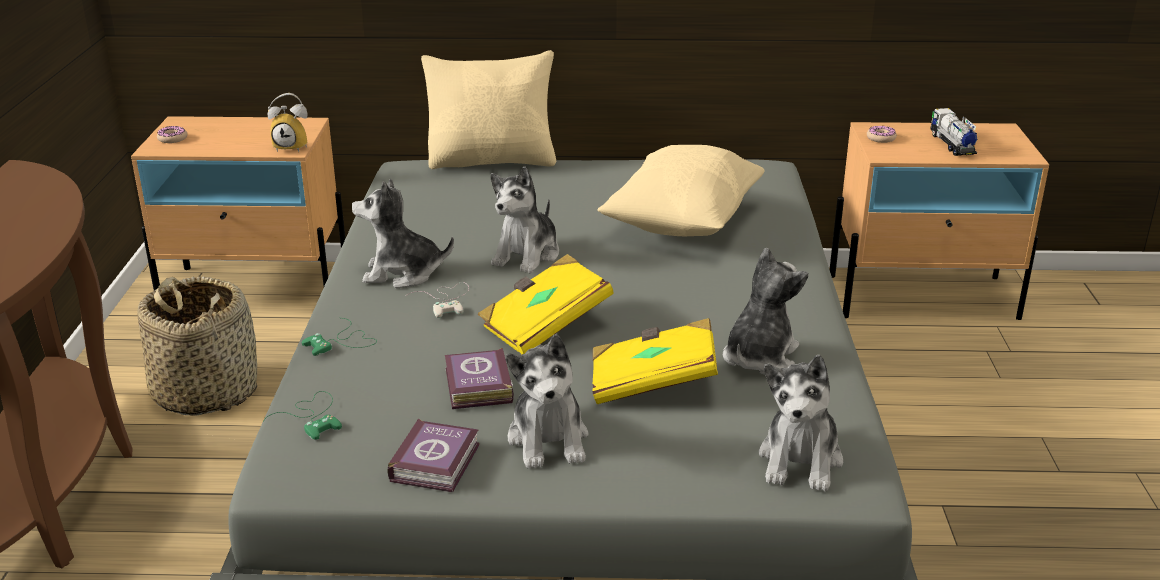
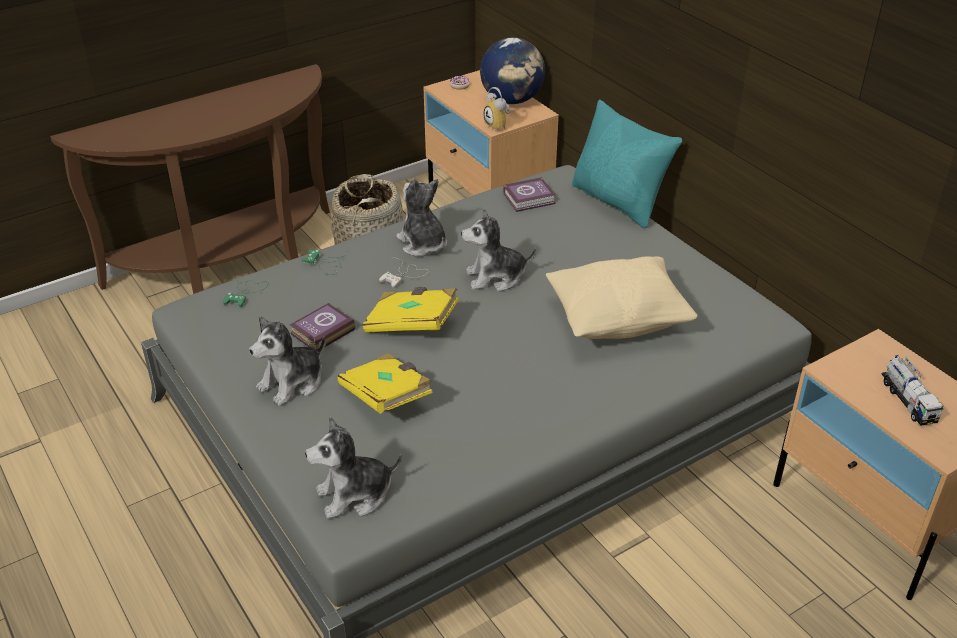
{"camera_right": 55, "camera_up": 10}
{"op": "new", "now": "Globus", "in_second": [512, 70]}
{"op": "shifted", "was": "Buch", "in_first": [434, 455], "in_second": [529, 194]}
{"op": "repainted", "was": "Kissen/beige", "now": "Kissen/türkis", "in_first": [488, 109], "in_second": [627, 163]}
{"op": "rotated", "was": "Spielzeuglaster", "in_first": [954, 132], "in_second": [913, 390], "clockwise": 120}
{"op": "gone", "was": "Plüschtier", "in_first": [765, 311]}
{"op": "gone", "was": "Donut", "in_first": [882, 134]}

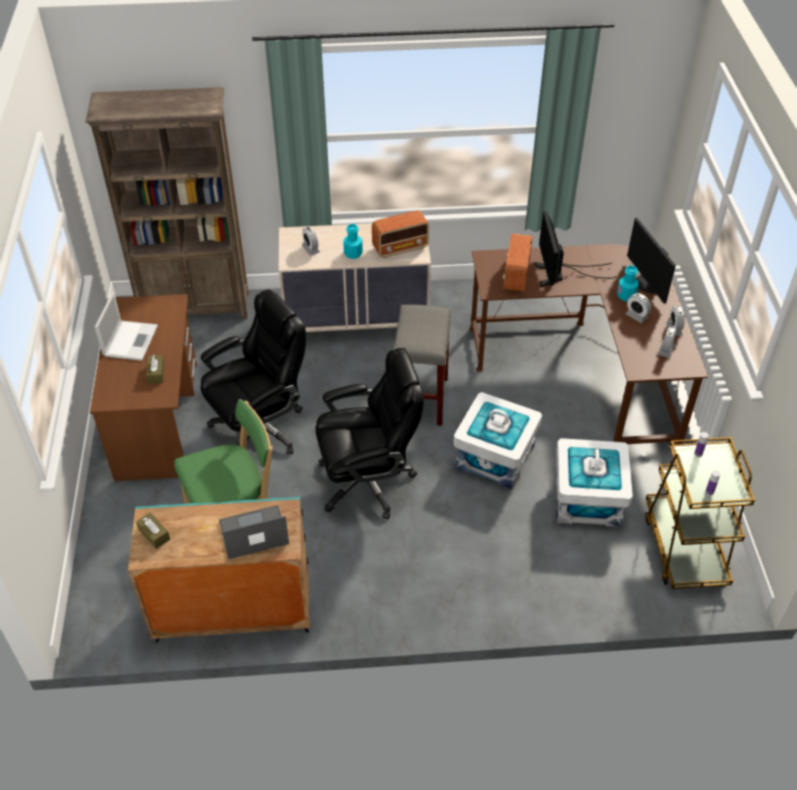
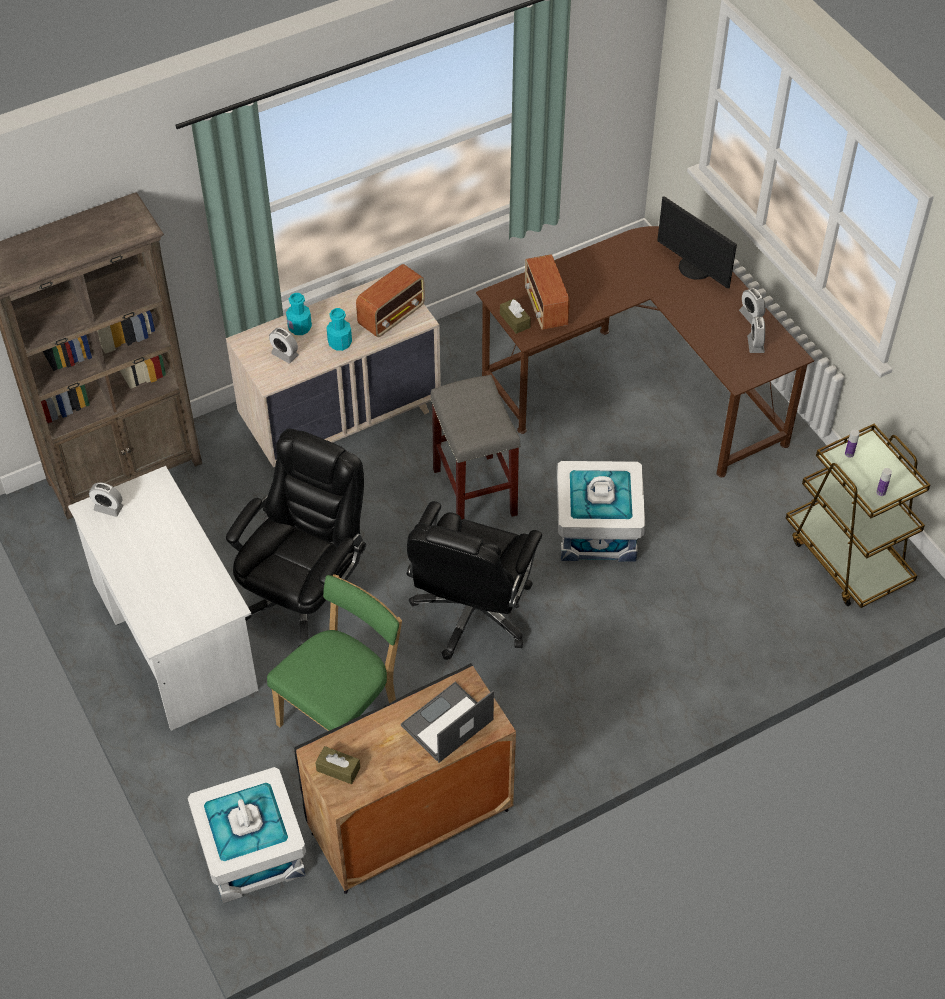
{"camera_right": -25, "camera_up": 5}
{"op": "repainted", "was": "Schreibtisch/braun", "now": "Schreibtisch/weiß", "in_first": [143, 387], "in_second": [163, 598]}
{"op": "shifted", "was": "Wecker", "in_first": [639, 308], "in_second": [106, 500]}
{"op": "shifted", "was": "Aufbewahrungsbox/weiß", "in_first": [594, 482], "in_second": [247, 835]}
{"op": "shifted", "was": "Flasche/türkis", "in_first": [628, 283], "in_second": [299, 314]}
{"op": "repainted", "was": "Schrank/türkis", "now": "Schrank/schwarz", "in_first": [219, 570], "in_second": [405, 778]}
{"op": "rotated", "was": "Bürostuhl/schwarz", "in_first": [370, 433], "in_second": [474, 580], "clockwise": 150}
{"op": "shifted", "was": "Taschentuchbox/braun", "in_first": [155, 369], "in_second": [515, 316]}
{"op": "gone", "was": "Laptop", "in_first": [126, 326]}
{"op": "gone", "was": "Monitor", "in_first": [575, 249]}

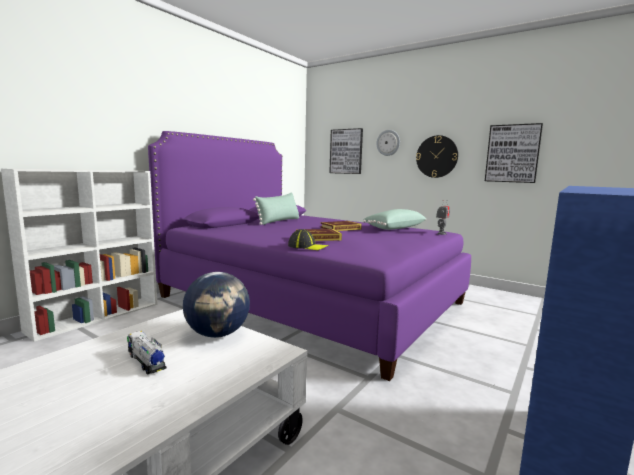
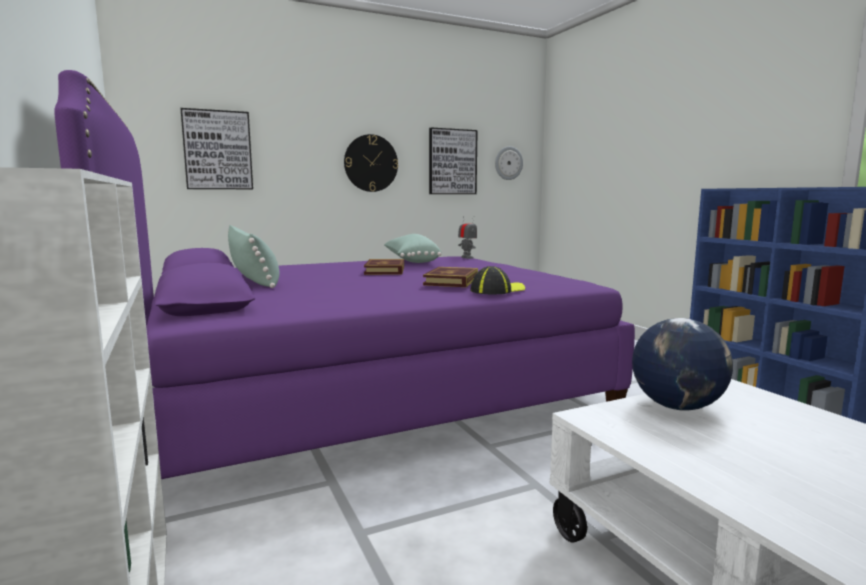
{"camera_right": -60, "camera_up": 0}
{"op": "shifted", "was": "Wanduhr", "in_first": [388, 143], "in_second": [509, 163]}
{"op": "gone", "was": "Spielzeuglaster", "in_first": [147, 353]}

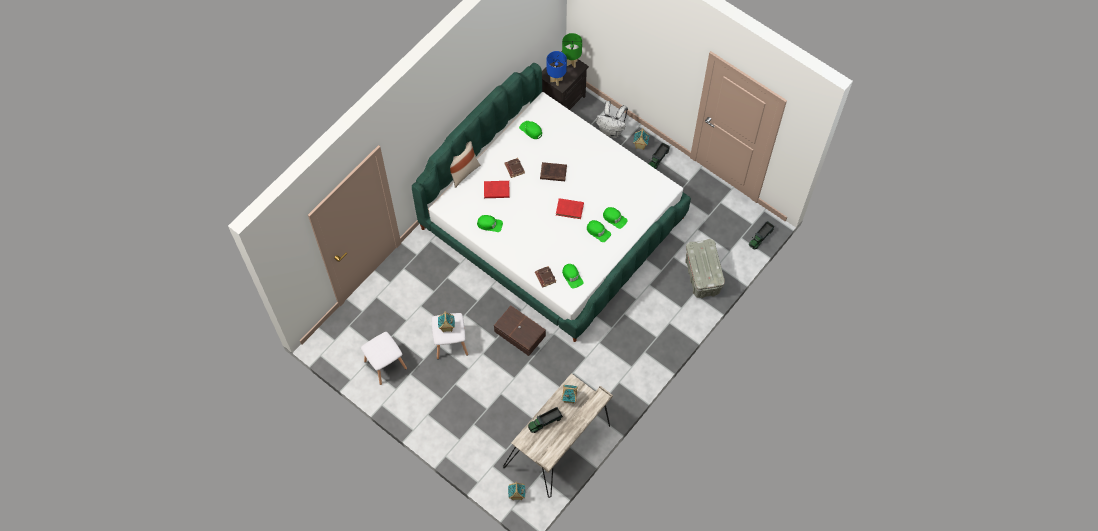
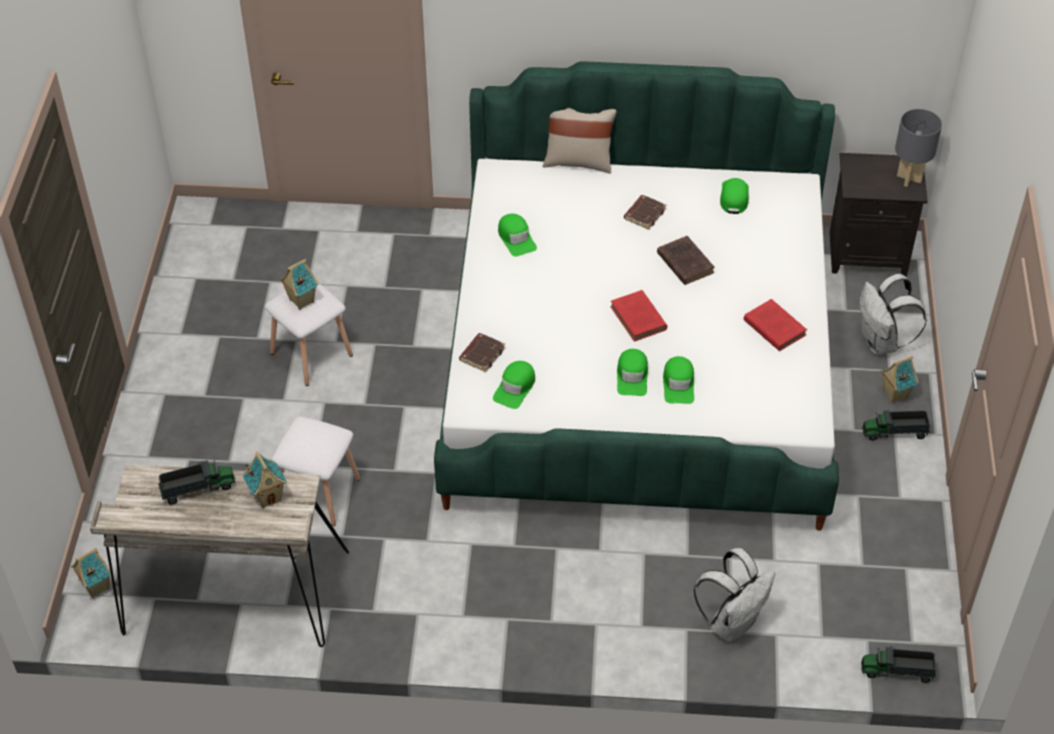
{"camera_right": 55, "camera_up": -15}
{"op": "rotated", "was": "Spielzeuglaster", "in_first": [545, 420], "in_second": [196, 482], "clockwise": 135}
{"op": "shifted", "was": "Hocker/weiß", "in_first": [384, 358], "in_second": [315, 471]}
{"op": "swapped", "was": "Aufbewahrungsbox/grau", "now": "Rucksack/weiß", "in_first": [705, 268], "in_second": [734, 595]}
{"op": "shifted", "was": "Buch/rot", "in_first": [497, 189], "in_second": [775, 325]}
{"op": "repainted", "was": "Tischlampe/grün", "now": "Tischlampe/grau", "in_first": [572, 50], "in_second": [918, 148]}
{"op": "gone", "was": "Aufbewahrungsbox/braun", "in_first": [520, 331]}
{"op": "gone", "was": "Tischlampe/blau", "in_first": [557, 68]}

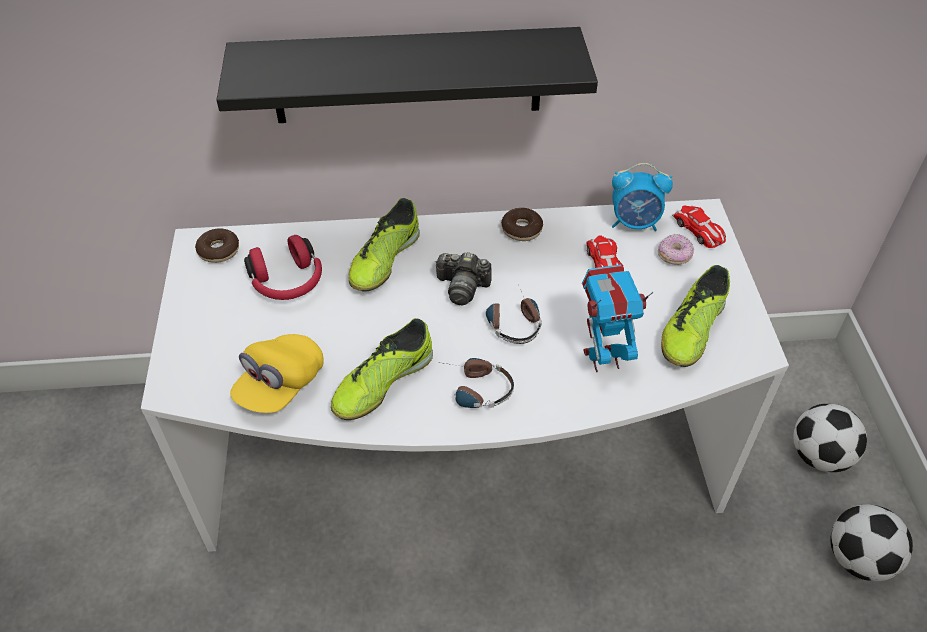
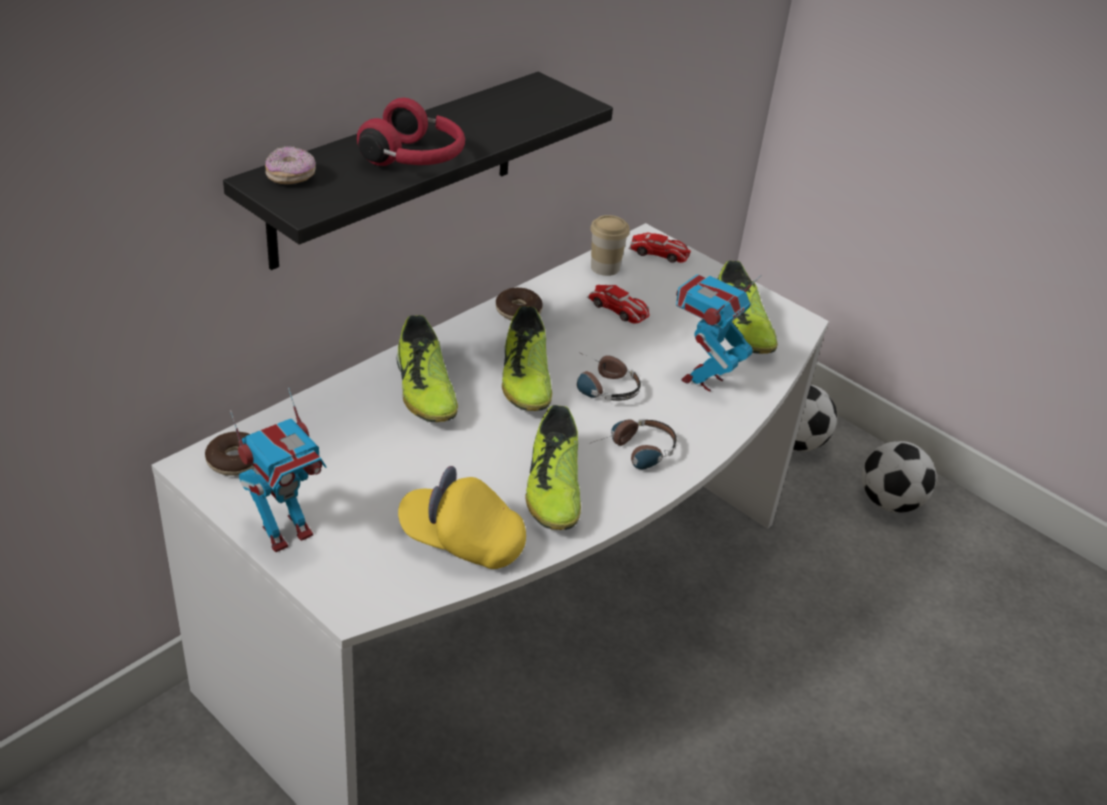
{"camera_right": -45, "camera_up": -10}
{"op": "new", "now": "Spielzeugroboter", "in_second": [278, 470]}
{"op": "shifted", "was": "Donut", "in_first": [676, 249], "in_second": [290, 165]}
{"op": "shifted", "was": "Kopfhörer/rot", "in_first": [283, 267], "in_second": [411, 132]}
{"op": "rotated", "was": "Kappe/gelb", "in_first": [277, 373], "in_second": [462, 517], "clockwise": 120}
{"op": "swapped", "was": "Kamera", "now": "Schuh", "in_first": [463, 279], "in_second": [527, 358]}
{"op": "swapped", "was": "Wecker", "now": "Tasse", "in_first": [642, 197], "in_second": [610, 245]}

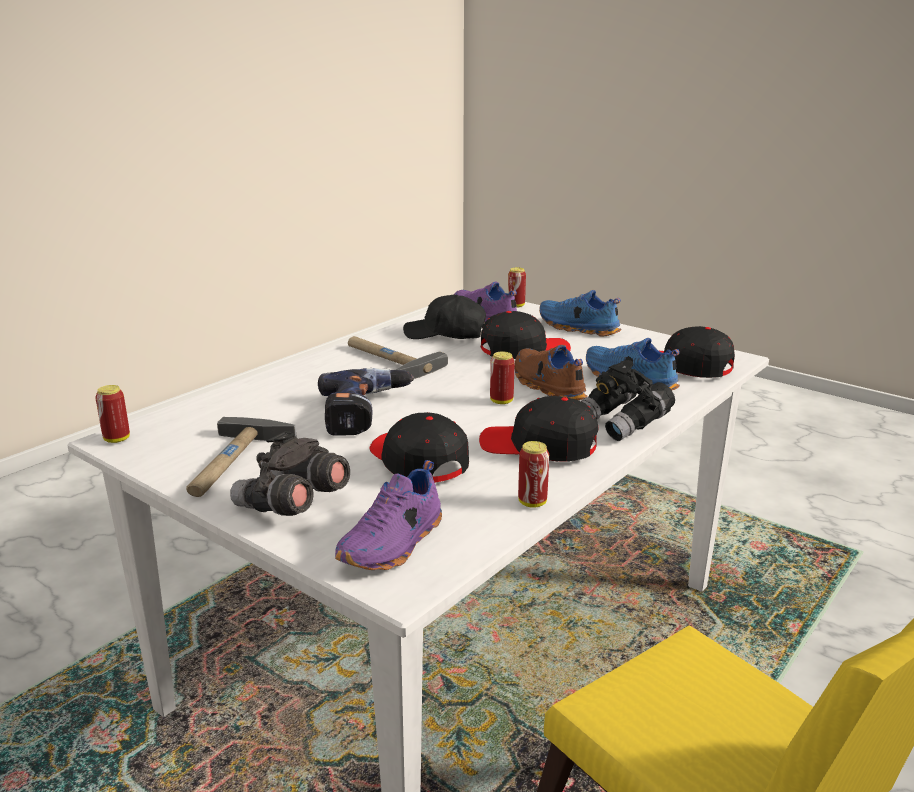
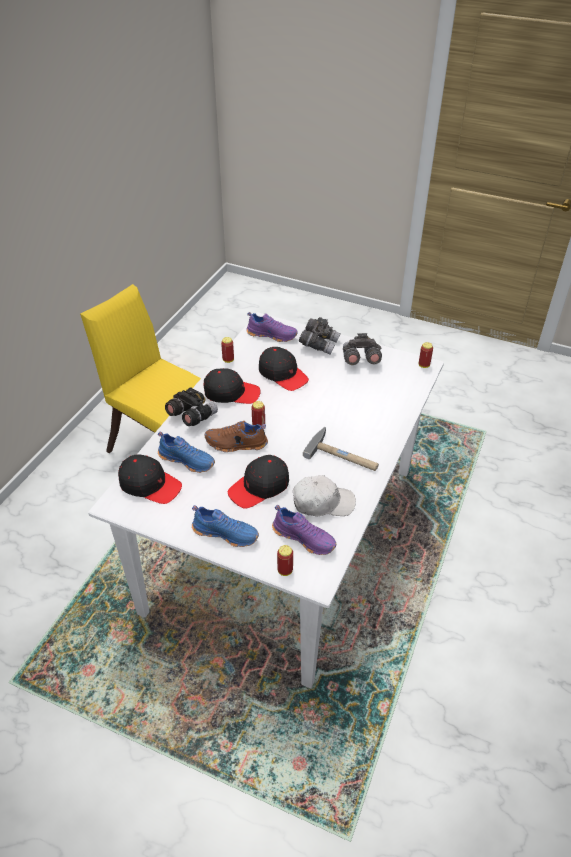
{"camera_right": 165, "camera_up": 20}
{"op": "rotated", "was": "Schuh/braun", "in_first": [550, 372], "in_second": [236, 436], "clockwise": 135}
{"op": "rotated", "was": "Schuh/lila", "in_first": [388, 515], "in_second": [272, 327], "clockwise": 90}
{"op": "repainted", "was": "Kappe/schwarz", "now": "Kappe/weiß", "in_first": [444, 317], "in_second": [324, 495]}
{"op": "swapped", "was": "Hammer", "now": "Fernglas/grau", "in_first": [241, 457], "in_second": [362, 349]}
{"op": "gone", "was": "Bohrmaschine", "in_first": [366, 402]}

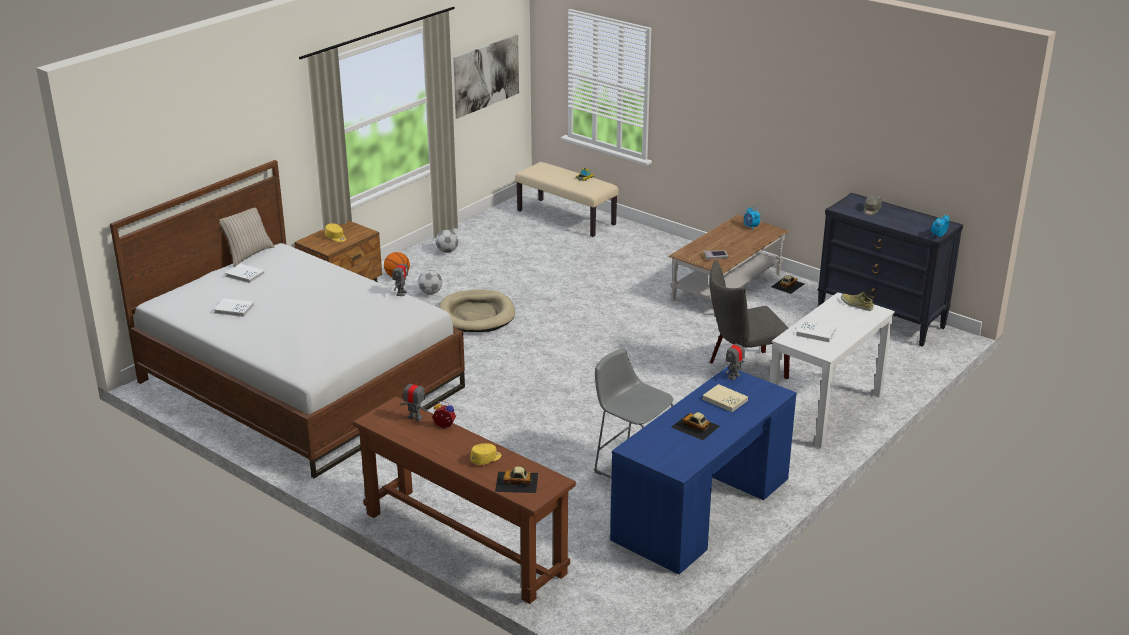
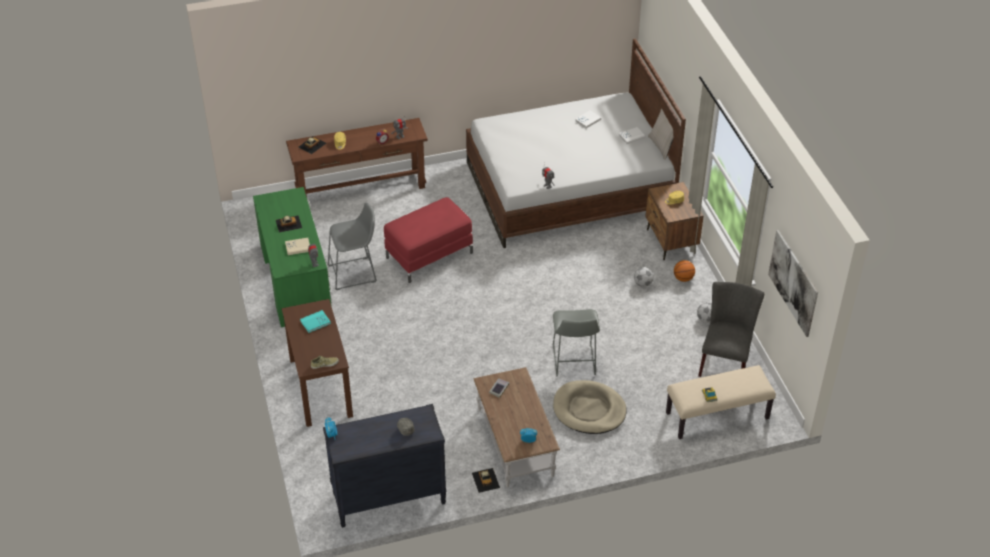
{"camera_right": 125, "camera_up": 15}
{"op": "repainted", "was": "Schreibtisch/blau", "now": "Schreibtisch/grün", "in_first": [703, 470], "in_second": [293, 257]}
{"op": "repainted", "was": "Schreibtisch/weiß", "now": "Schreibtisch/braun", "in_first": [832, 370], "in_second": [317, 363]}
{"op": "repainted", "was": "Buch/weiß", "now": "Buch/türkis", "in_first": [816, 331], "in_second": [315, 321]}
{"op": "new", "now": "Polsterhocker/rot", "in_second": [428, 240]}
{"op": "new", "now": "Hocker/grau", "in_second": [576, 342]}
{"op": "shifted", "was": "Hundebett/beige", "in_first": [477, 311], "in_second": [590, 407]}
{"op": "shifted", "was": "Stuhl/grau", "in_first": [749, 319], "in_second": [731, 329]}

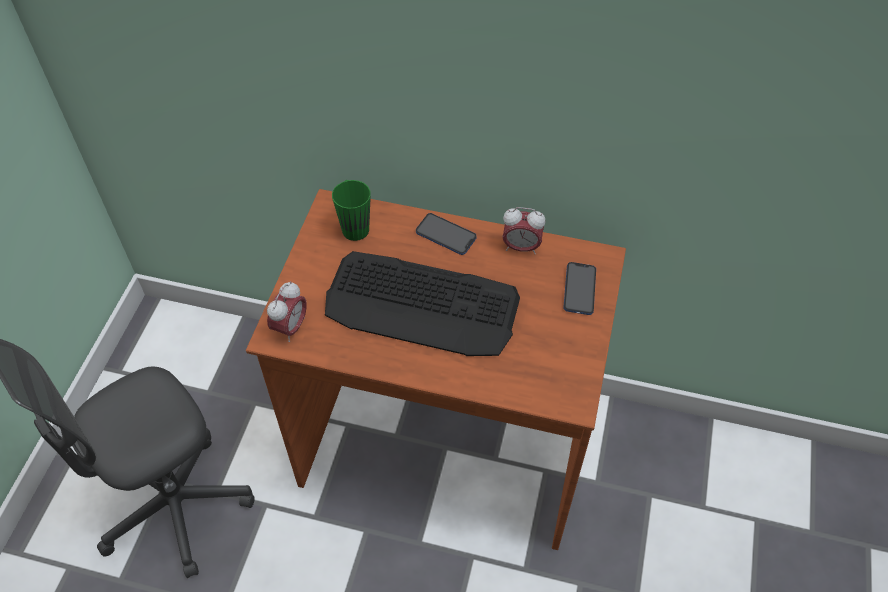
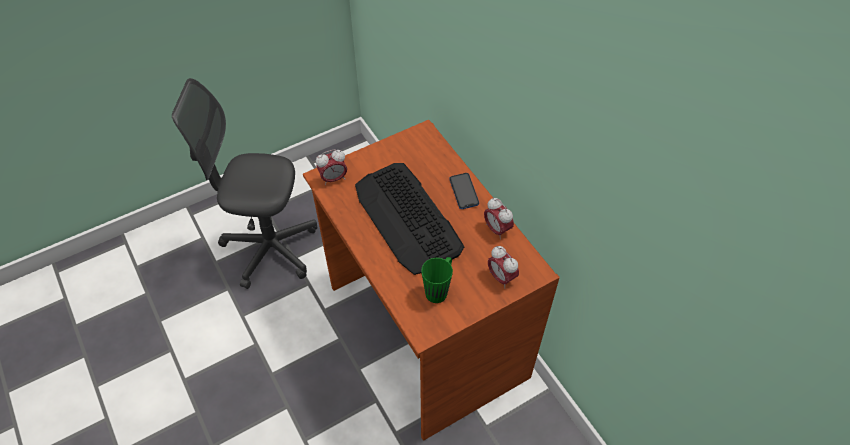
{"camera_right": 45, "camera_up": 0}
{"op": "shifted", "was": "Henkelbecher/grün", "in_first": [351, 210], "in_second": [437, 280]}
{"op": "swapped", "was": "Handy", "now": "Wecker", "in_first": [579, 288], "in_second": [503, 267]}

